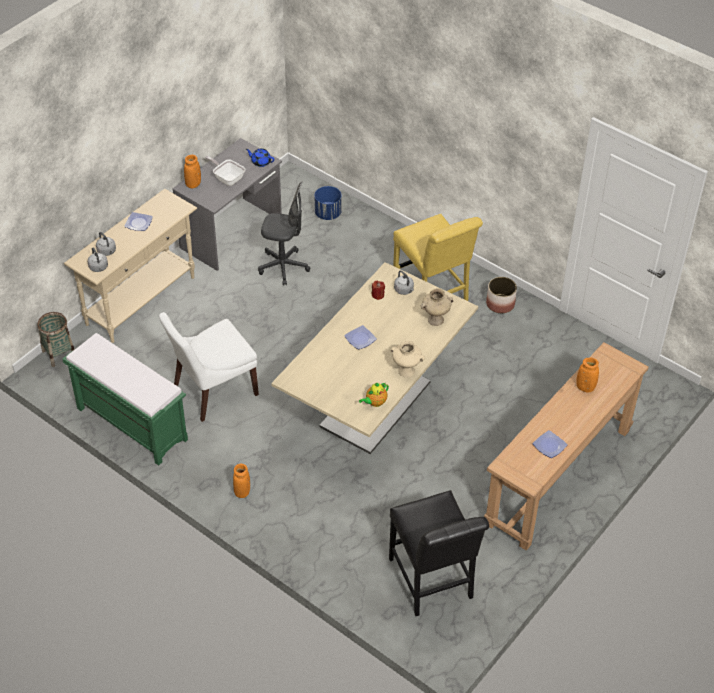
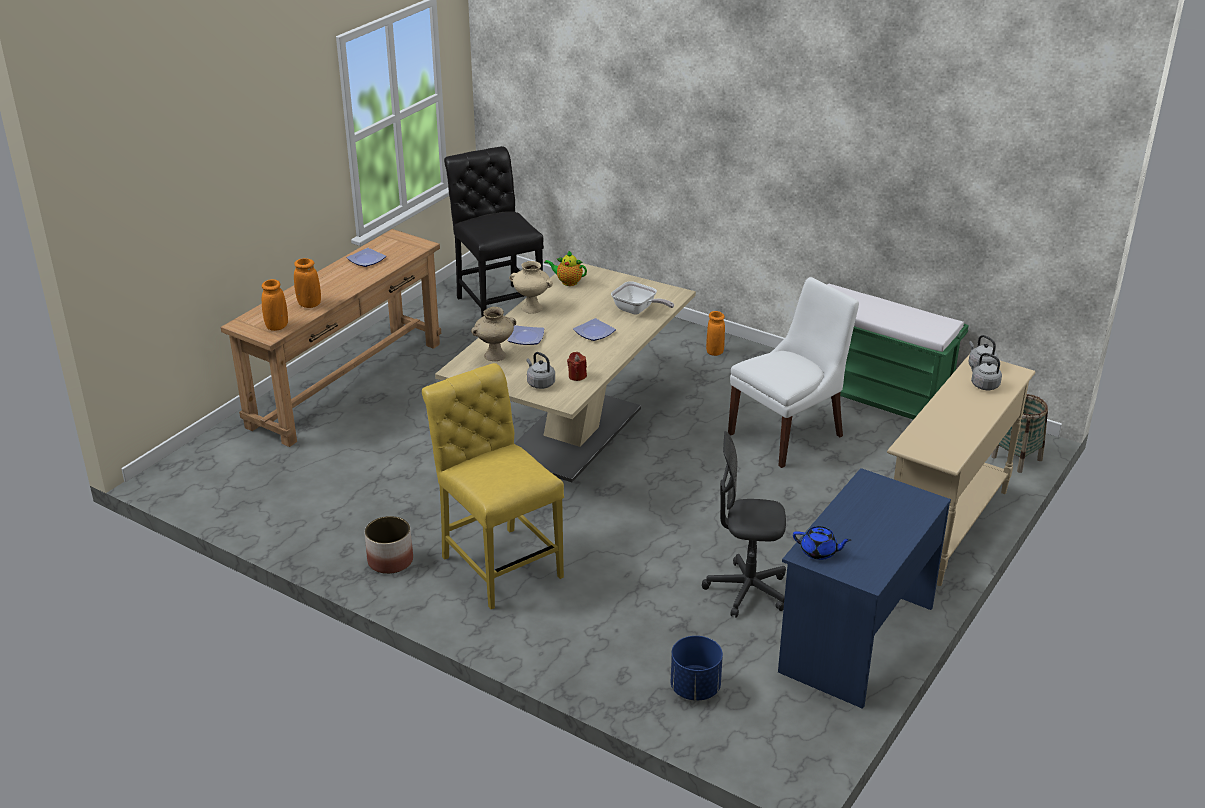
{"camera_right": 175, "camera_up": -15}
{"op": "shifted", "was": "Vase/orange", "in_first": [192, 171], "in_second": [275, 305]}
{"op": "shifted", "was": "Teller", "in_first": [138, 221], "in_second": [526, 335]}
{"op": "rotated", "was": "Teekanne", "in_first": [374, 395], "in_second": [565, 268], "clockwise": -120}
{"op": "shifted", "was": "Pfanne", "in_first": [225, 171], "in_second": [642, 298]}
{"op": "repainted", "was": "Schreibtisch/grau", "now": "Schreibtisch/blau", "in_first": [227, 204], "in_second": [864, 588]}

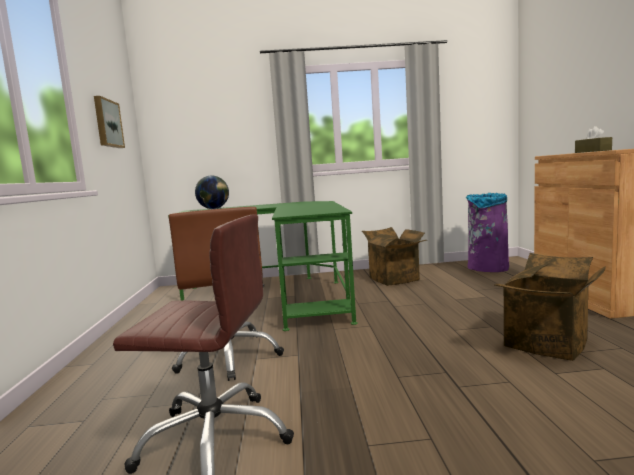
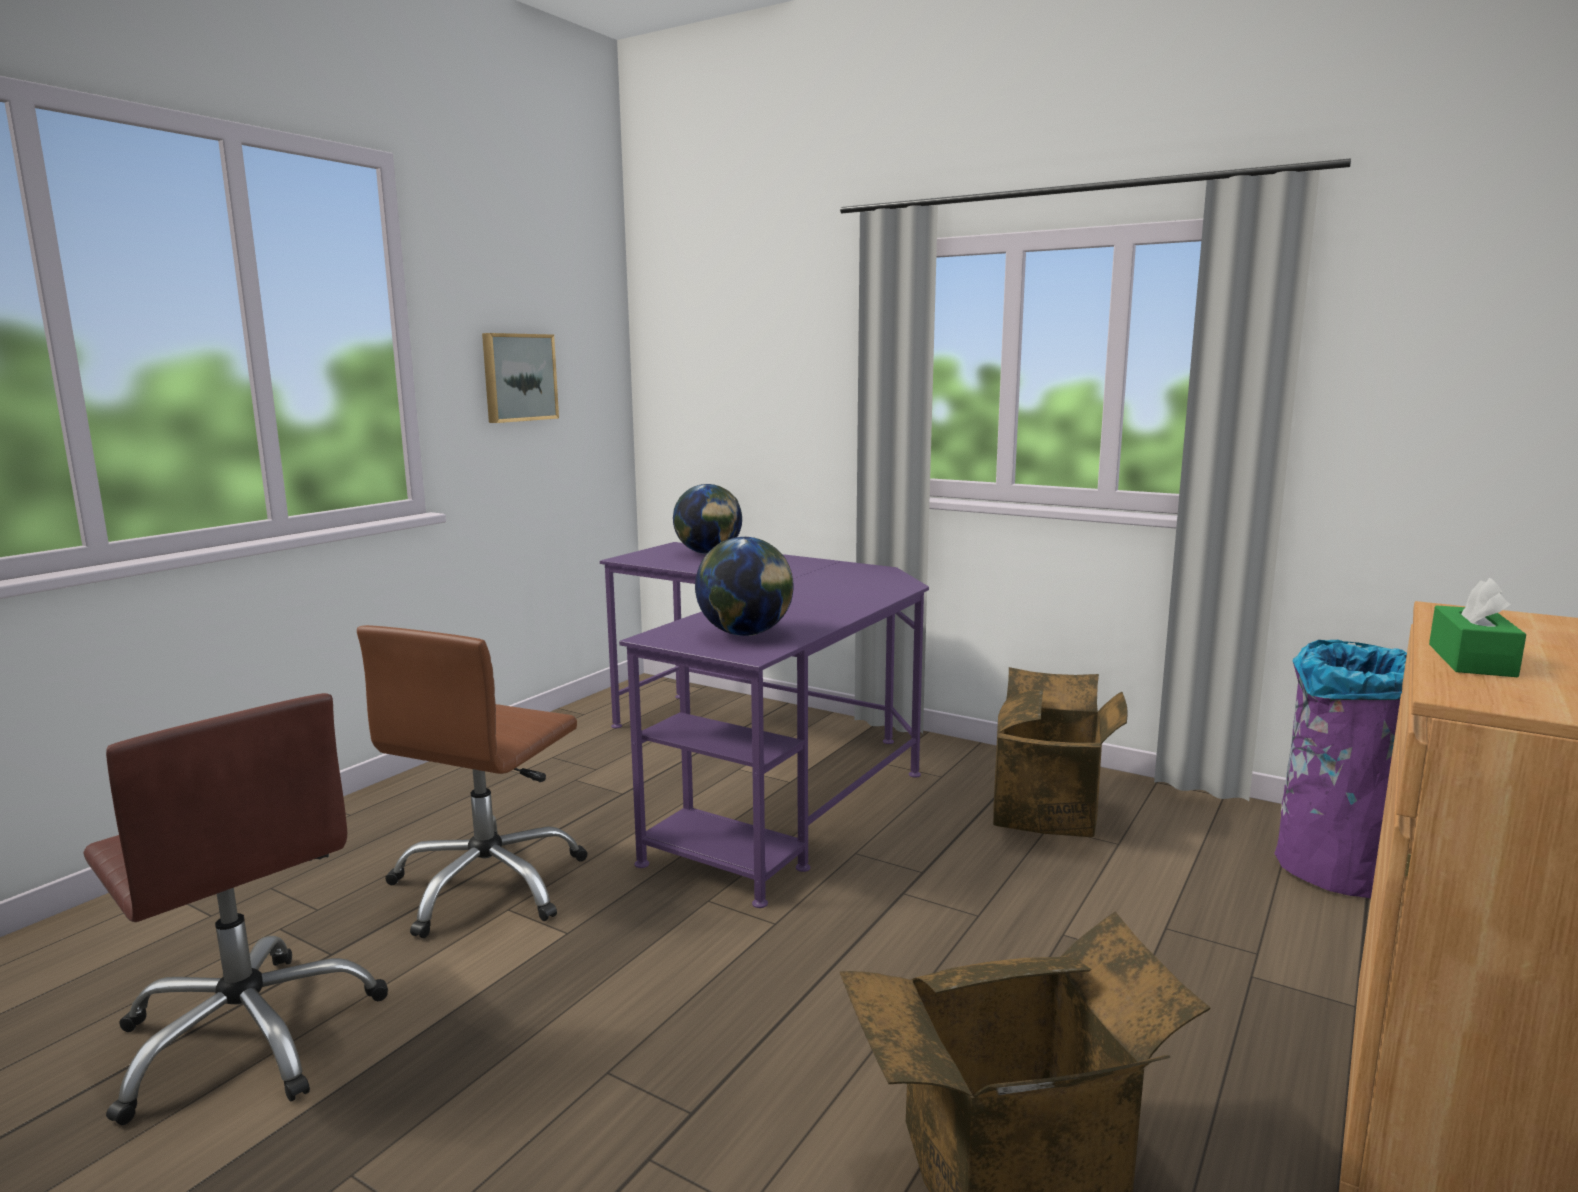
{"camera_right": 35, "camera_up": 5}
{"op": "repainted", "was": "Schreibtisch/grün", "now": "Schreibtisch/lila", "in_first": [263, 266], "in_second": [764, 725]}
{"op": "new", "now": "Globus", "in_second": [744, 586]}
{"op": "repainted", "was": "Taschentuchbox/braun", "now": "Taschentuchbox/grün", "in_first": [593, 139], "in_second": [1477, 627]}

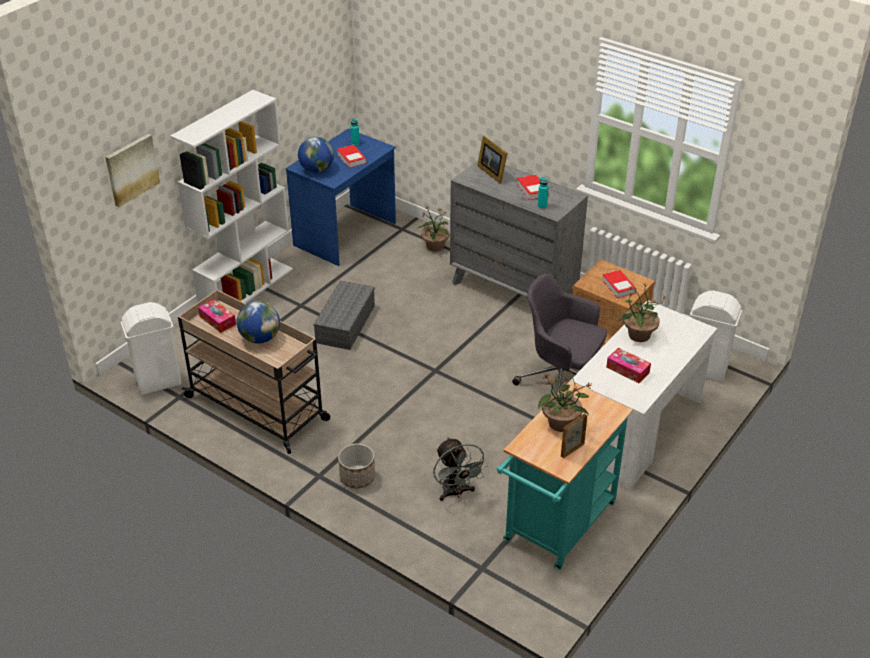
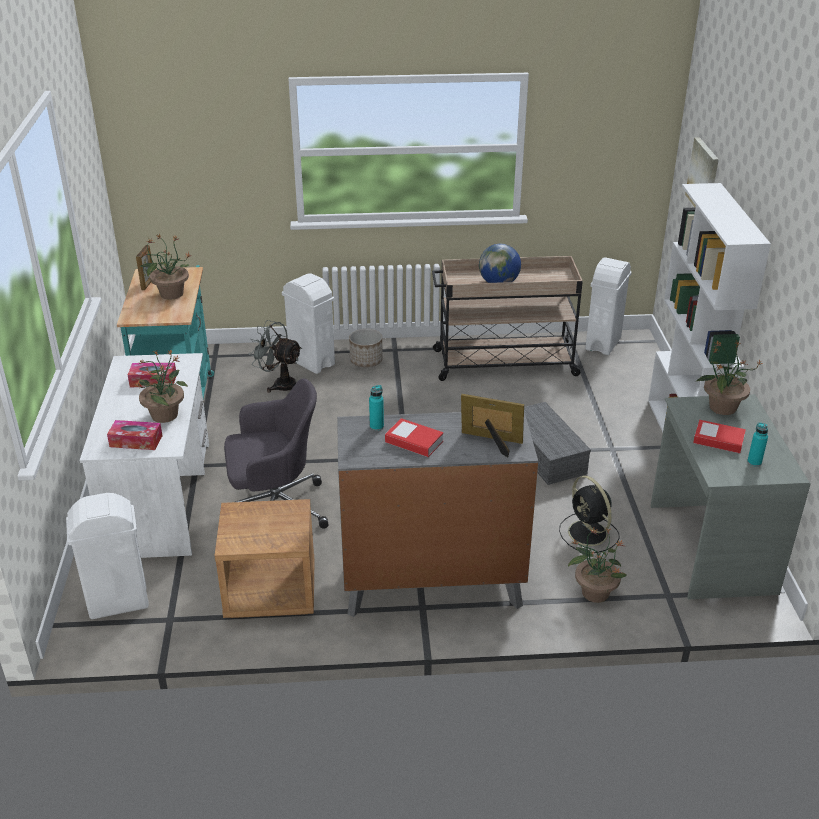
{"camera_right": 140, "camera_up": -5}
{"op": "shifted", "was": "Taschentuchbox", "in_first": [217, 316], "in_second": [134, 435]}
{"op": "new", "now": "Mülleimer/weiß", "in_second": [308, 323]}
{"op": "new", "now": "Ventilator/schwarz", "in_second": [589, 514]}
{"op": "repainted", "was": "Schreibtisch/blau", "now": "Schreibtisch/grau", "in_first": [341, 197], "in_second": [731, 496]}
{"op": "swapped", "was": "Globus", "now": "Topfpflanze", "in_first": [316, 155], "in_second": [730, 377]}
{"op": "gone", "was": "Buch", "in_first": [619, 284]}

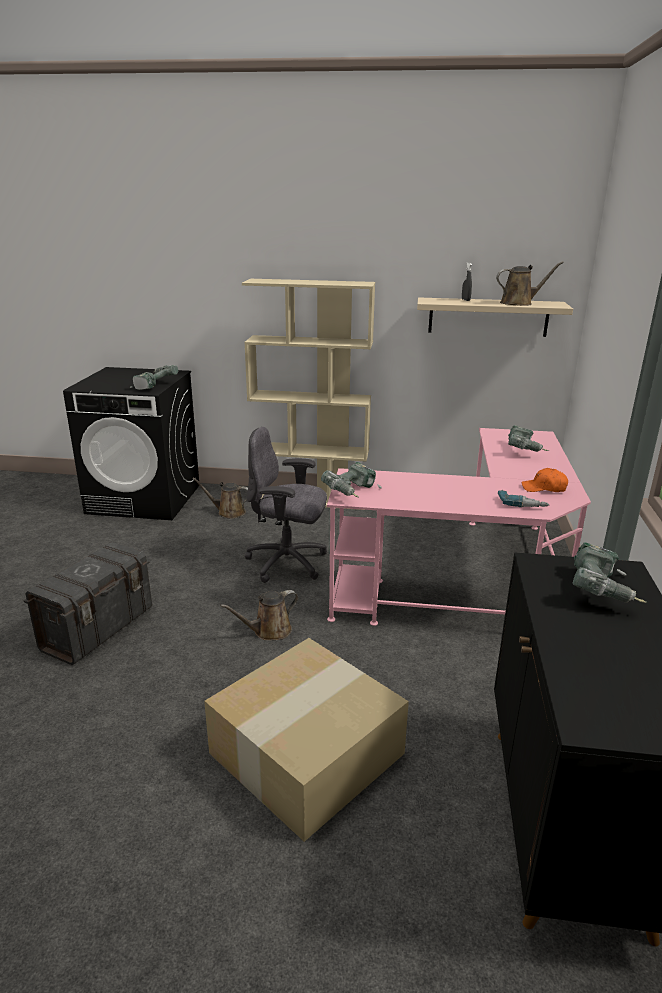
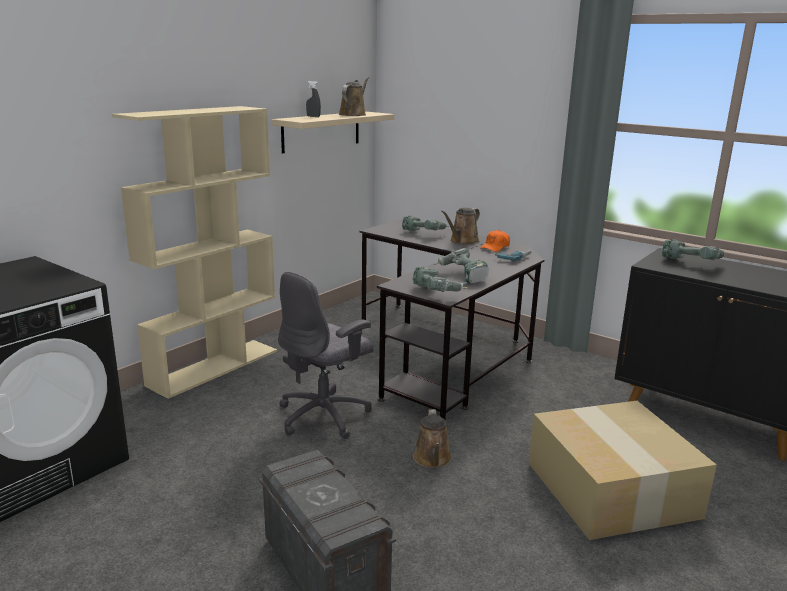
{"camera_right": -60, "camera_up": -5}
{"op": "repainted", "was": "Schreibtisch/rosa", "now": "Schreibtisch/schwarz", "in_first": [459, 527], "in_second": [452, 319]}
{"op": "shifted", "was": "Bohrmaschine", "in_first": [154, 377], "in_second": [461, 266]}
{"op": "shifted", "was": "Gießkanne/braun", "in_first": [220, 498], "in_second": [460, 226]}

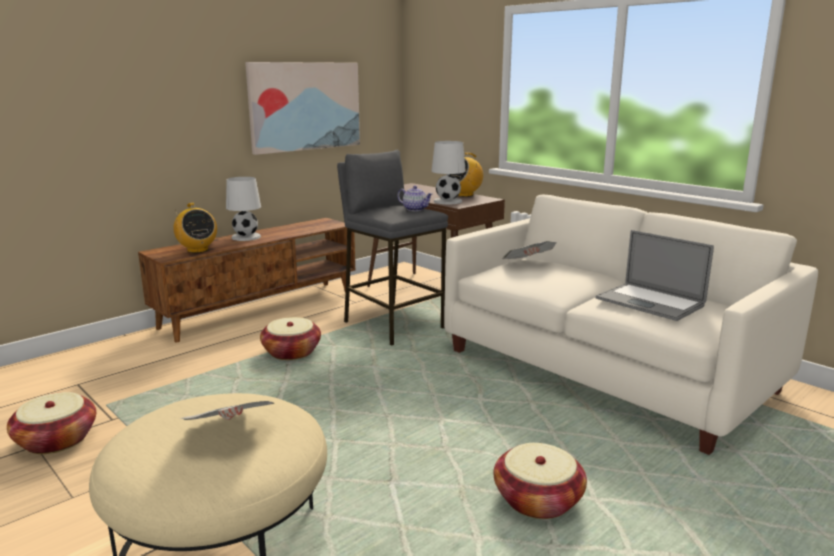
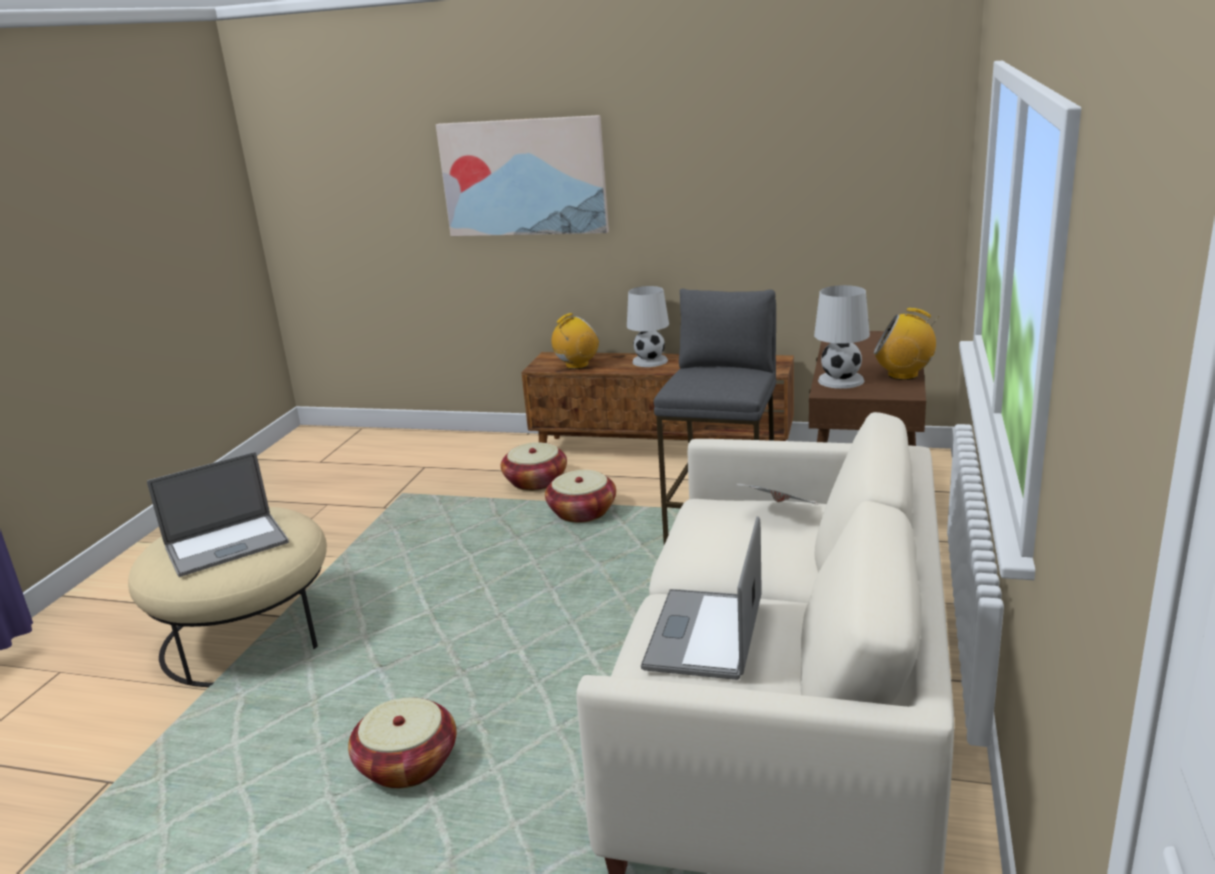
{"camera_right": 60, "camera_up": 5}
{"op": "swapped", "was": "Zeitung", "now": "Laptop", "in_first": [226, 410], "in_second": [218, 514]}
{"op": "shifted", "was": "Bild", "in_first": [302, 108], "in_second": [522, 175]}
{"op": "shifted", "was": "Korb", "in_first": [51, 423], "in_second": [534, 466]}
{"op": "rotated", "was": "Radio", "in_first": [195, 228], "in_second": [575, 341], "clockwise": -150}
{"op": "gone", "was": "Teekanne", "in_first": [415, 198]}

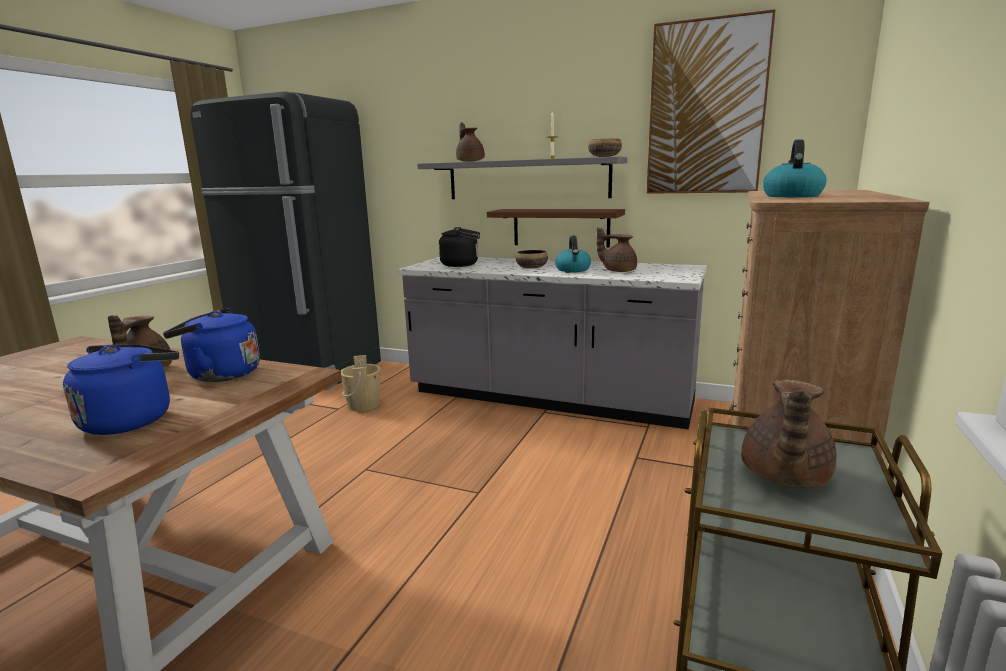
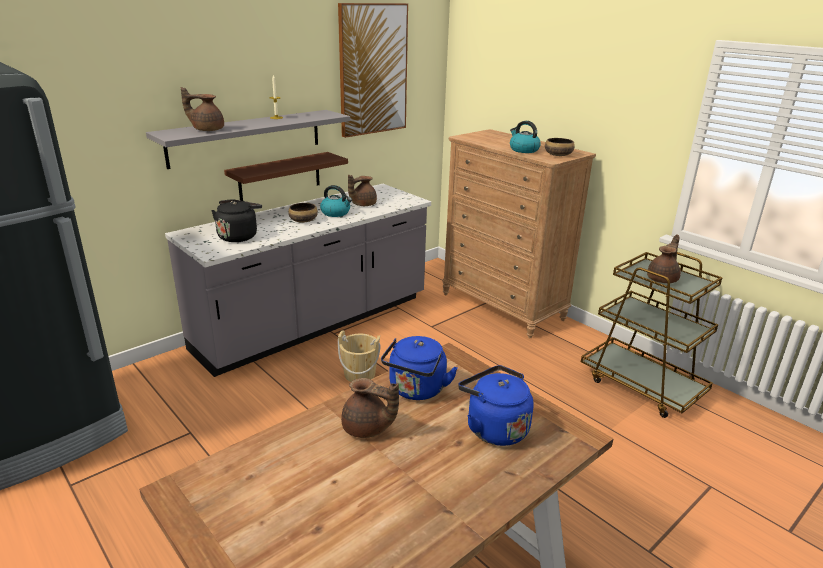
{"camera_right": -65, "camera_up": 10}
{"op": "shifted", "was": "Eimer/beige", "in_first": [361, 383], "in_second": [359, 356]}
{"op": "shifted", "was": "Schüssel", "in_first": [605, 148], "in_second": [560, 147]}
{"op": "rotated", "was": "Teekanne/braun", "in_first": [789, 434], "in_second": [664, 258], "clockwise": -105}

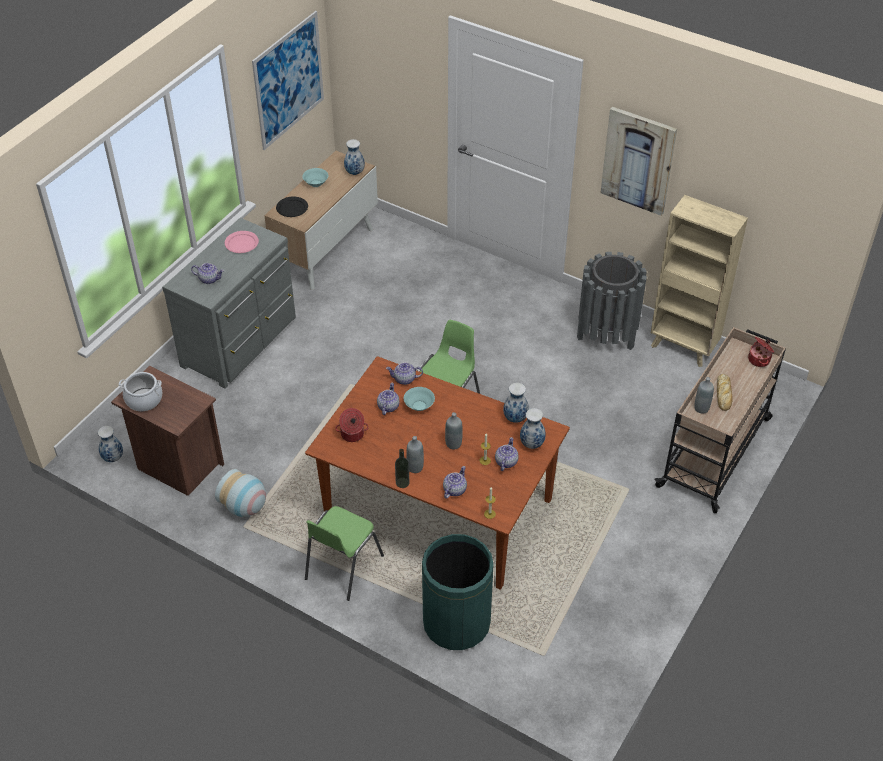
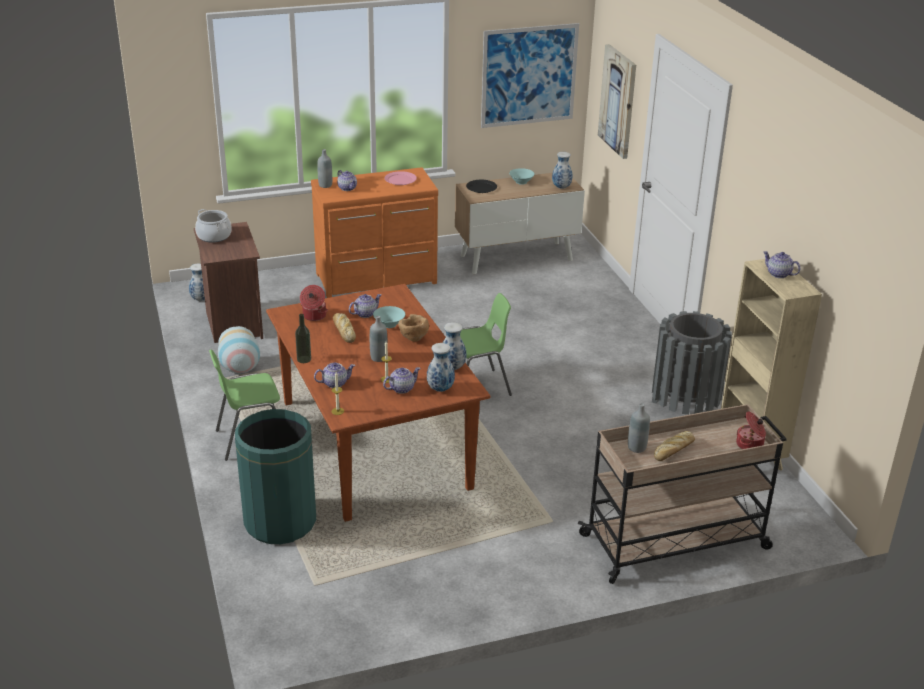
{"camera_right": 40, "camera_up": -15}
{"op": "repainted", "was": "Kommode/grau", "now": "Kommode/orange", "in_first": [229, 303], "in_second": [374, 232]}
{"op": "shifted", "was": "Flasche/grau", "in_first": [415, 454], "in_second": [324, 168]}
{"op": "new", "now": "Brot", "in_second": [344, 328]}
{"op": "new", "now": "Schüssel/braun", "in_second": [413, 328]}
{"op": "shifted", "was": "Bild", "in_first": [638, 161], "in_second": [617, 101]}
{"op": "shifted", "was": "Teekanne", "in_first": [404, 373], "in_second": [781, 264]}

